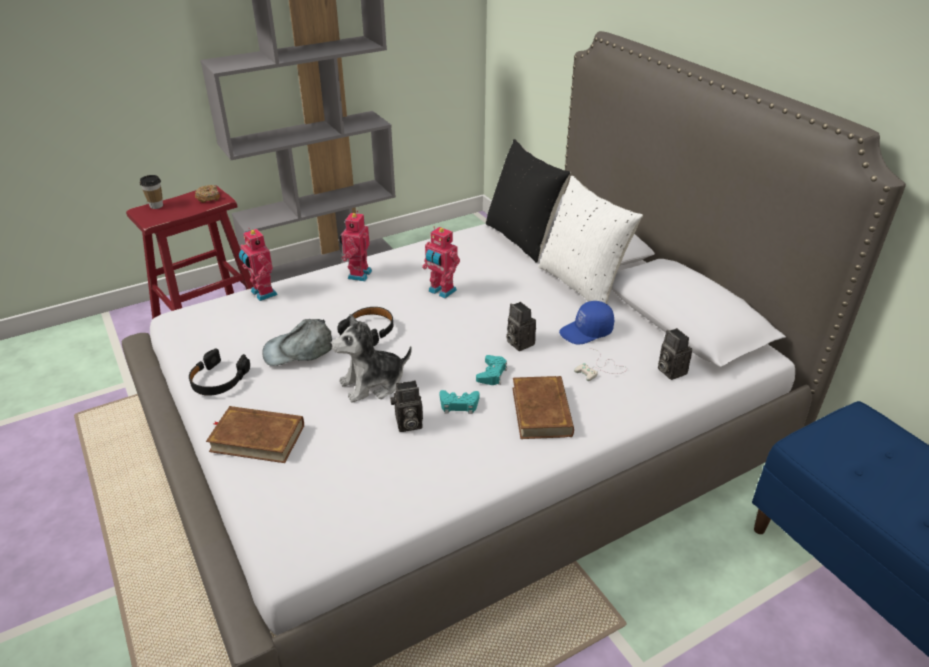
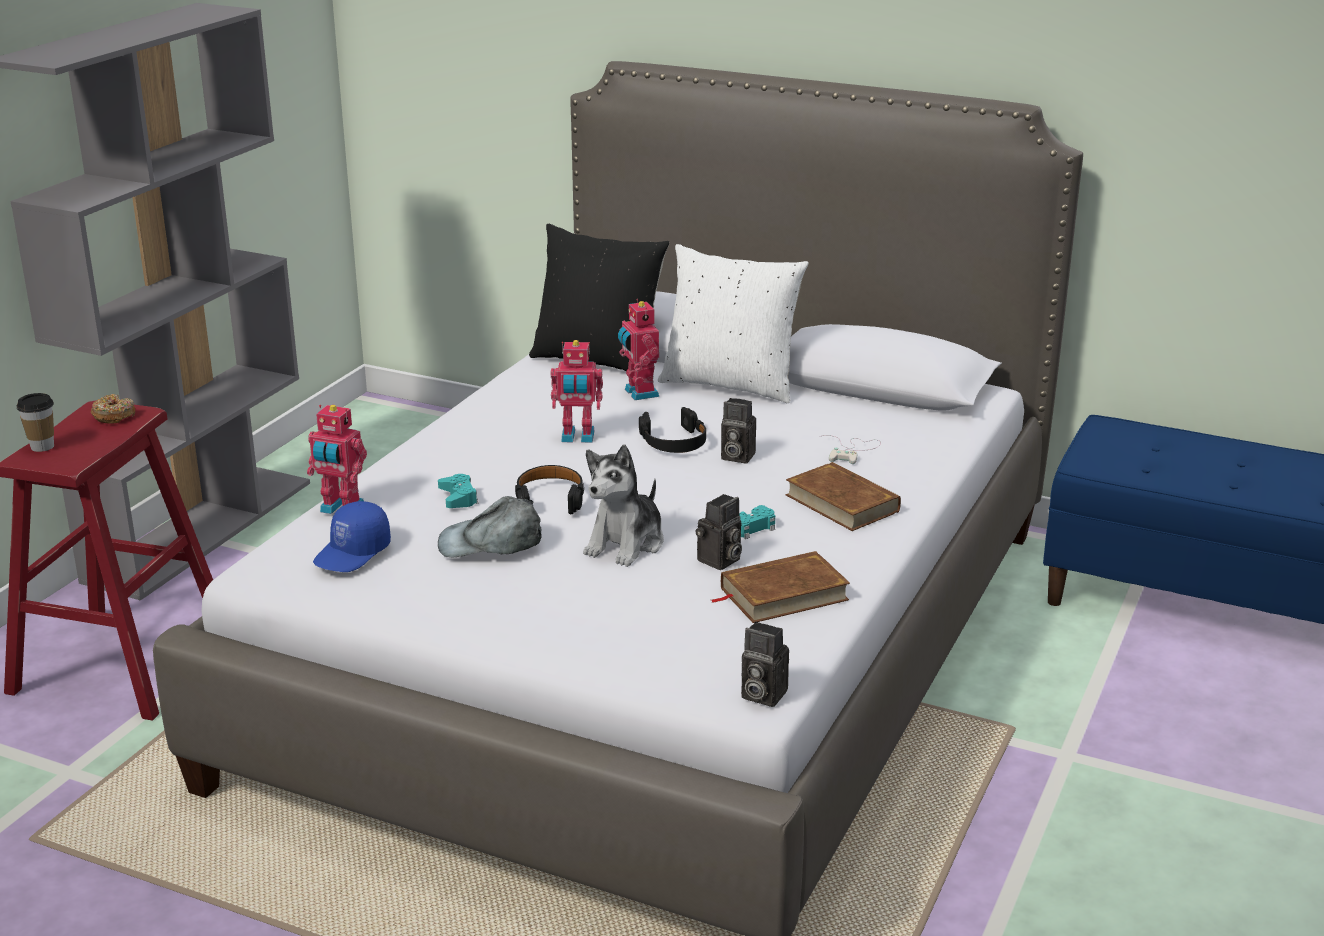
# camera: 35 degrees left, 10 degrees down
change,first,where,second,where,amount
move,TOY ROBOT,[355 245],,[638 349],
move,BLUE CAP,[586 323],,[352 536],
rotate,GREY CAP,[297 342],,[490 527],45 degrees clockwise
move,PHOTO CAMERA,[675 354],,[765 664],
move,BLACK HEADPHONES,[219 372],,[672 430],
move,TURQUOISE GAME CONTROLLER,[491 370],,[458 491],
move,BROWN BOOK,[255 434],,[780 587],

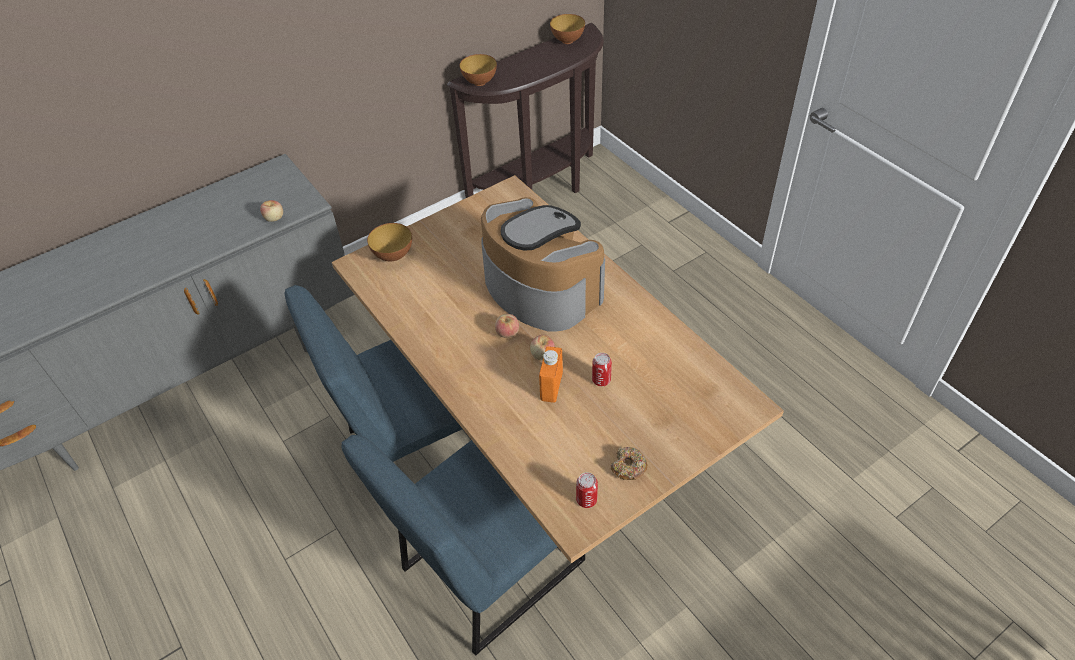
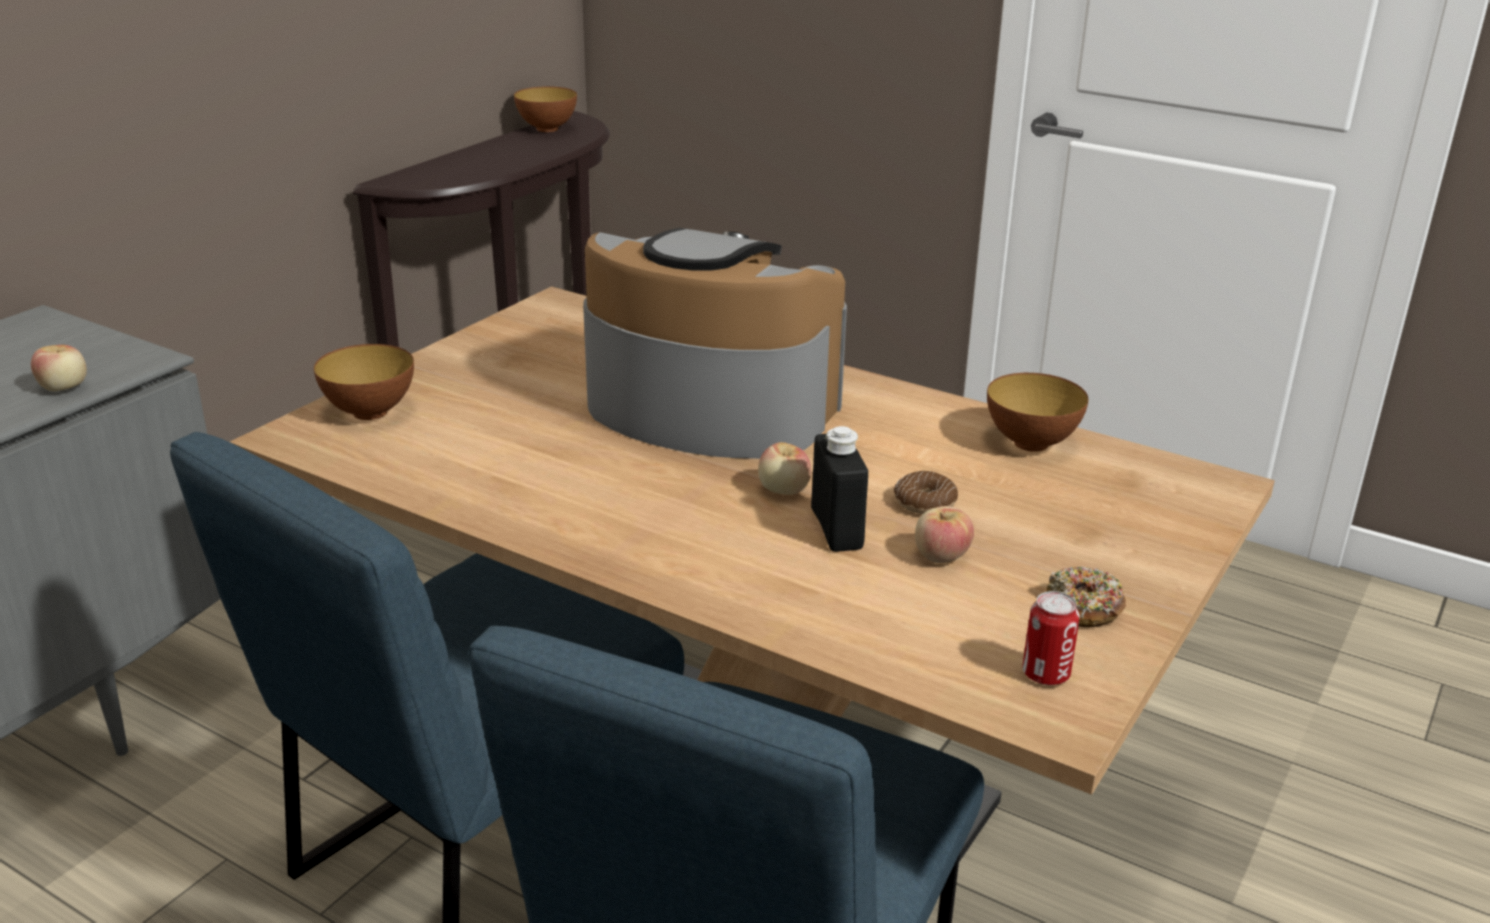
# camera: 25 degrees left, 20 degrees down
change,first,where,second,where,amount
move,BOWL,[478 70],,[1038 412],
move,APPLE,[507 326],,[944 534],
recolor,ORANGE BOTTLE,[551 374],BLACK BOTTLE,[839 489],
replace,CAN,[602 369],DONUT,[926 492],

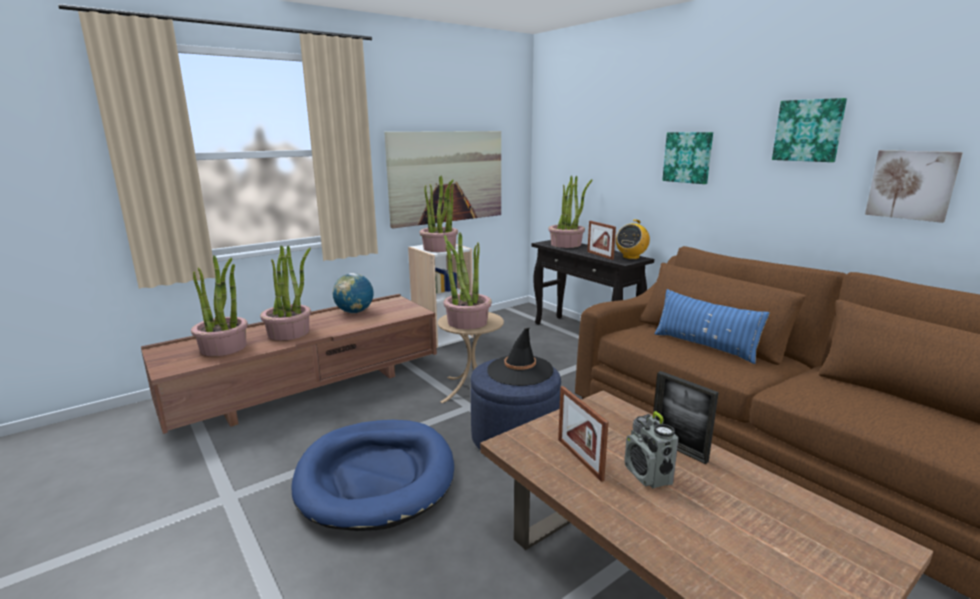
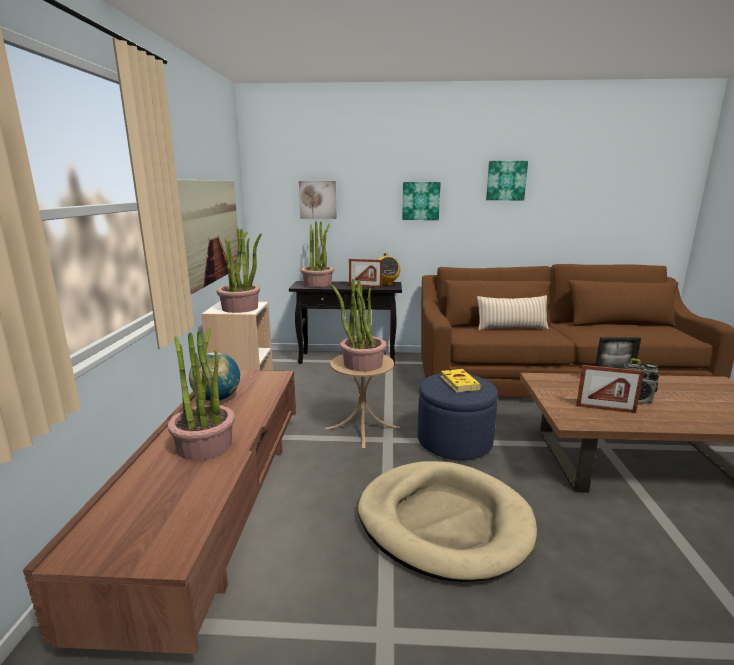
# camera: 50 degrees left, 0 degrees up
change,first,where,second,where,amount
move,PICTURE,[914 186],,[318 200],
delete,POTTED PLANT,[219 305],,,
recolor,BLUE PILLOW,[712 326],BEIGE PILLOW,[513 313],
replace,BLACK HAT,[520 357],YELLOW BOOK,[461 380],
recolor,BLUE DOG BED,[372 475],BEIGE DOG BED,[447 521],

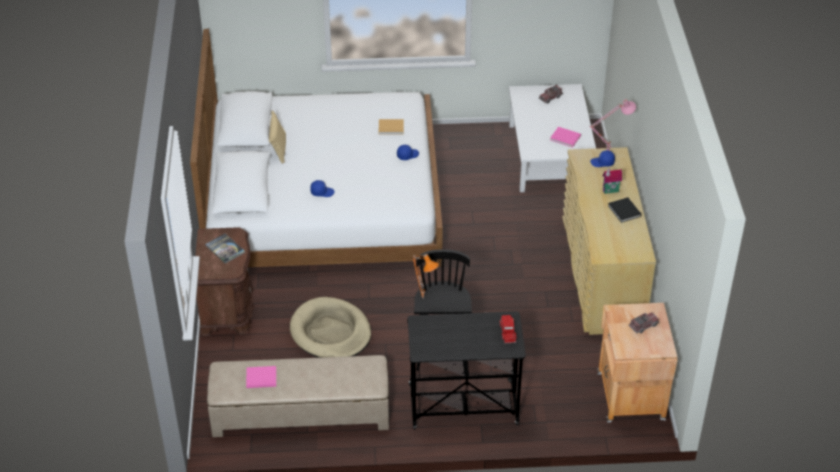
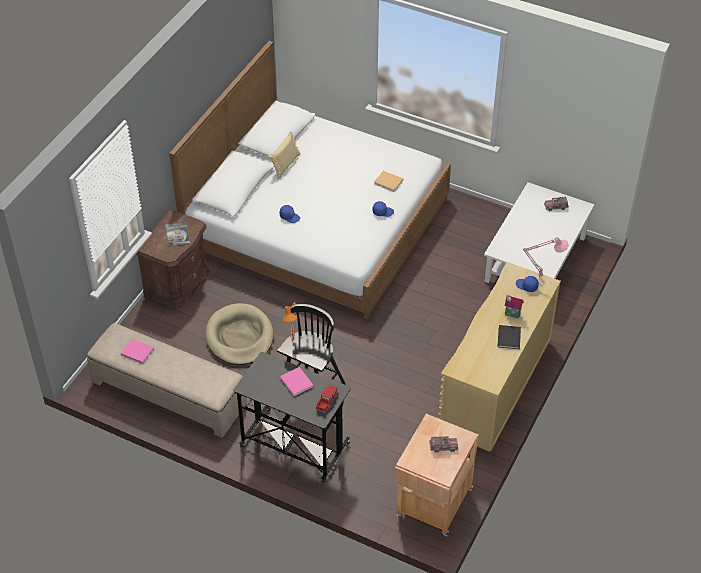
# camera: 30 degrees right, 5 degrees up
change,first,where,second,where,amount
move,PINK BOOK,[565 137],,[296 381],

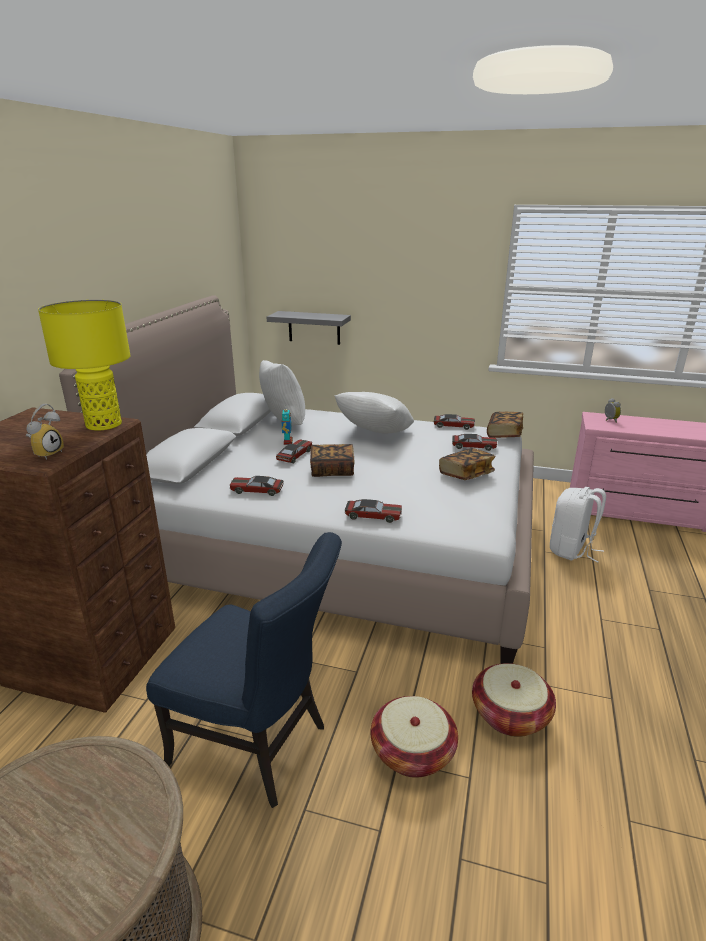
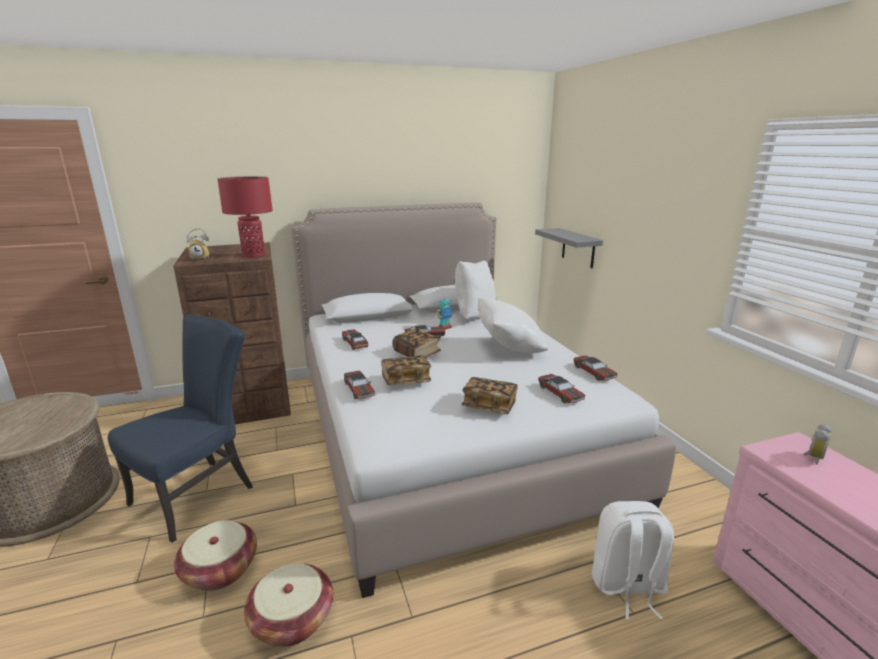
# camera: 55 degrees right, 5 degrees down
change,first,where,second,where,amount
recolor,YELLOW TABLE LAMP,[84 365],RED TABLE LAMP,[245 217],
move,BOOK,[505 425],,[406 370],
rotate,BLUE CHAIR,[244 670],,[180 428],135 degrees counterclockwise

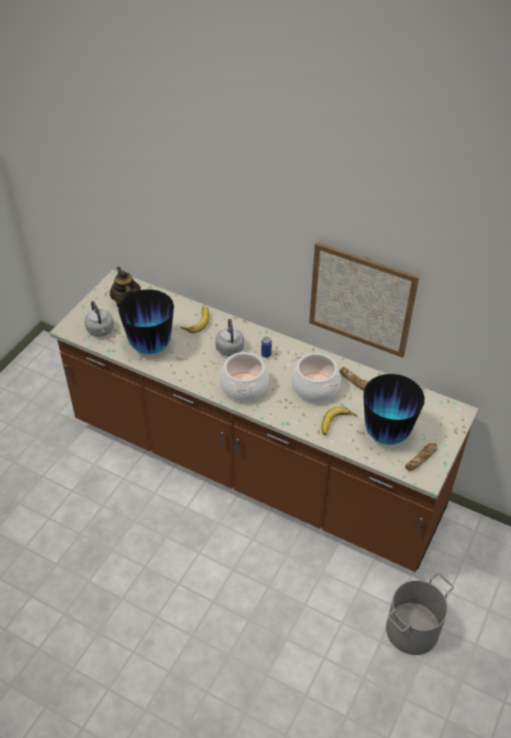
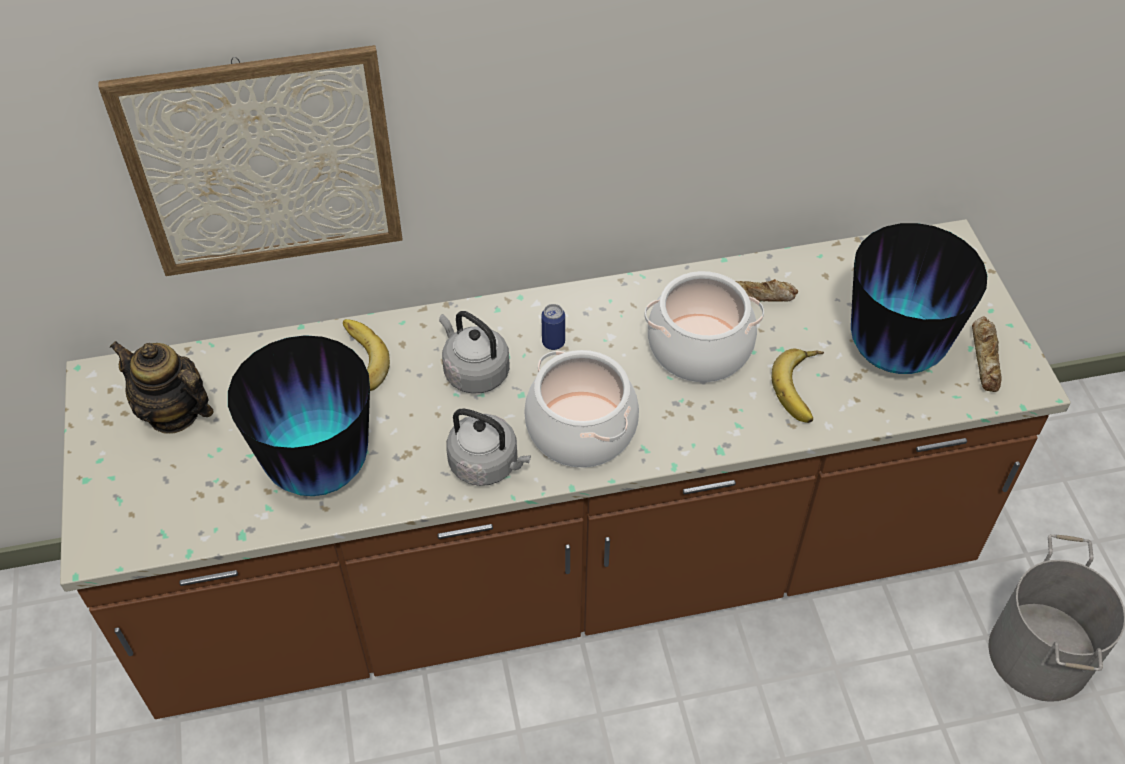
# camera: 40 degrees left, 5 degrees up
change,first,where,second,where,amount
move,PICTURE,[364 300],,[250 160],
move,GREY KETTLE,[99 318],,[488 447],

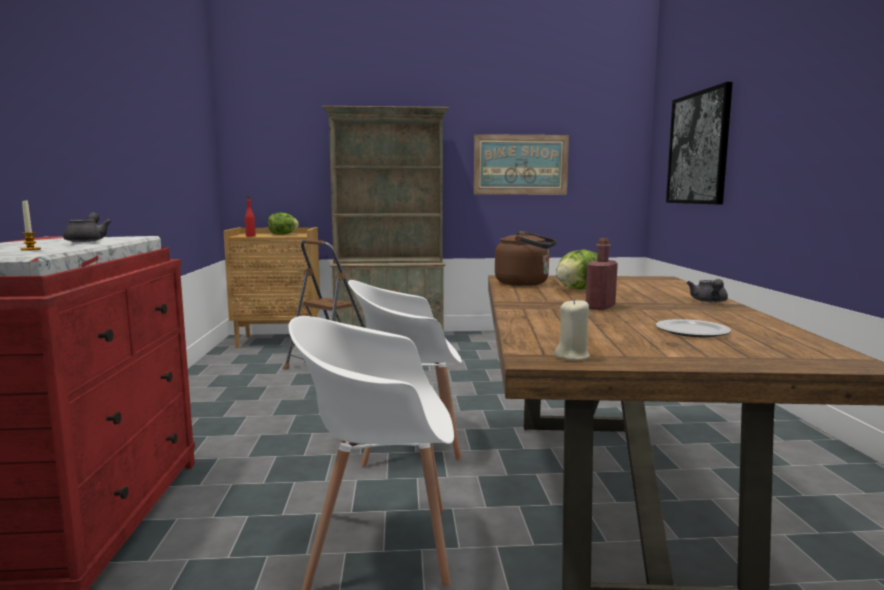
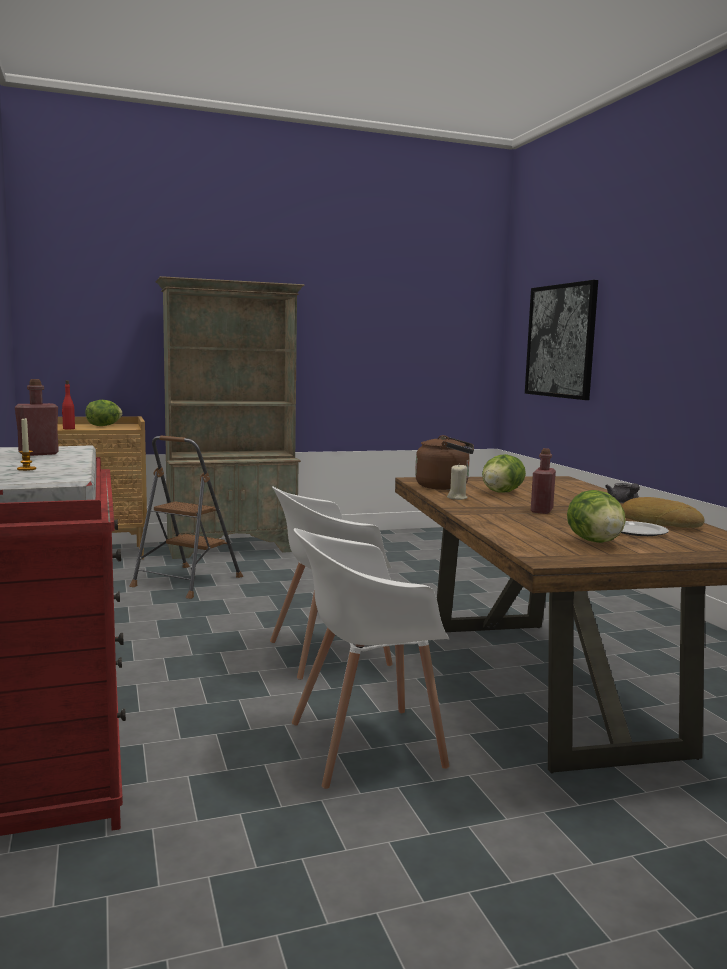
# camera: 15 degrees left, 0 degrees up
change,first,where,second,where,amount
delete,PICTURE,[521 164],,,
replace,GREY TEAPOT,[87 227],RED BOTTLE,[37 417],
move,BEIGE CANDLE,[572 329],,[457 482],
insert,,,LETTUCE,[596 516],
insert,,,BREAD,[662 512],

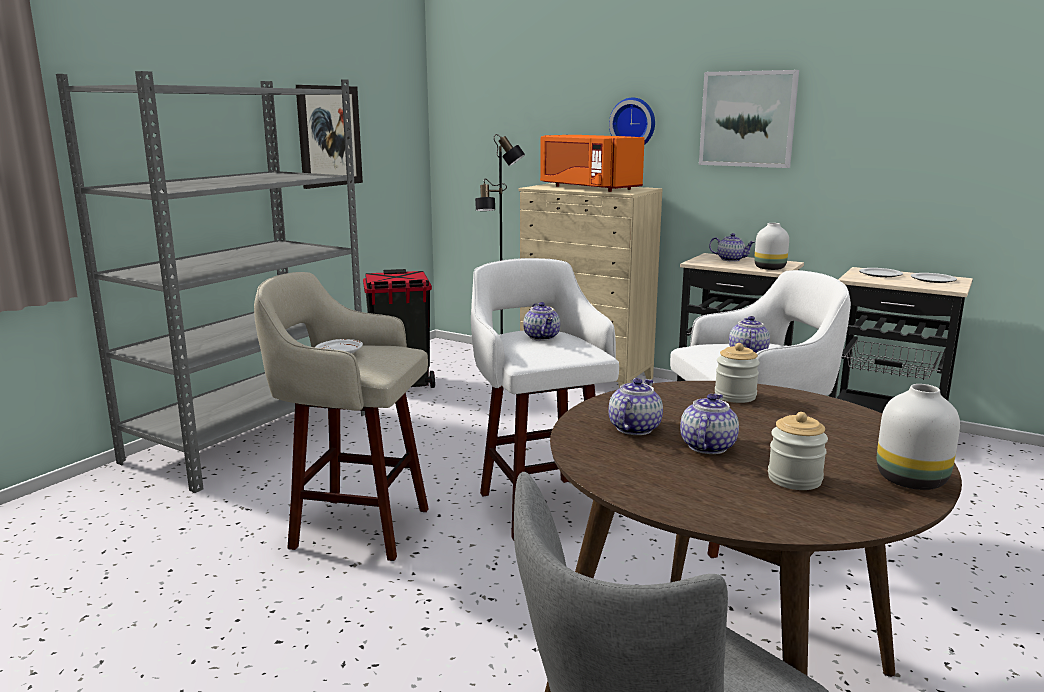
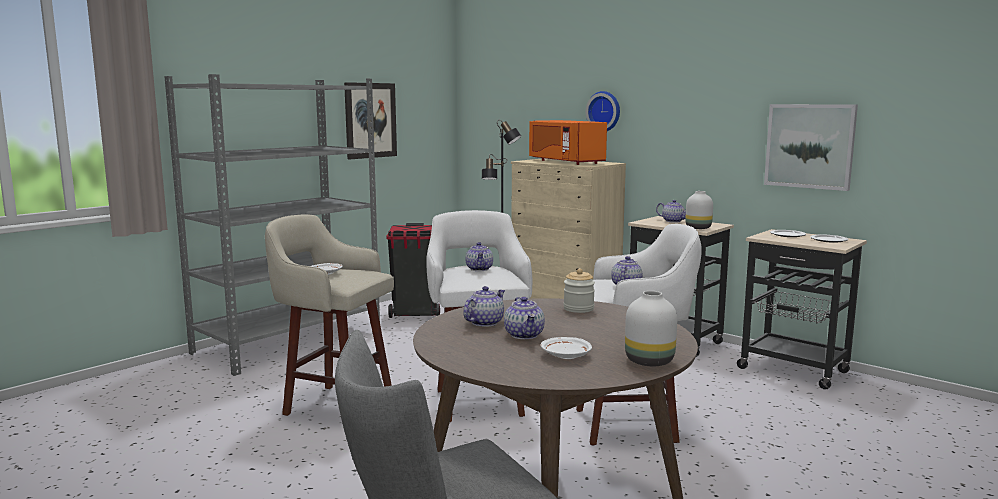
# camera: 10 degrees right, 5 degrees down
change,first,where,second,where,amount
move,PICTURE,[749 119],,[811 147],
rotate,TEAPOT,[709 424],,[524 318],135 degrees clockwise
replace,JAR,[798 451],WHITE PLATE,[566 348],

